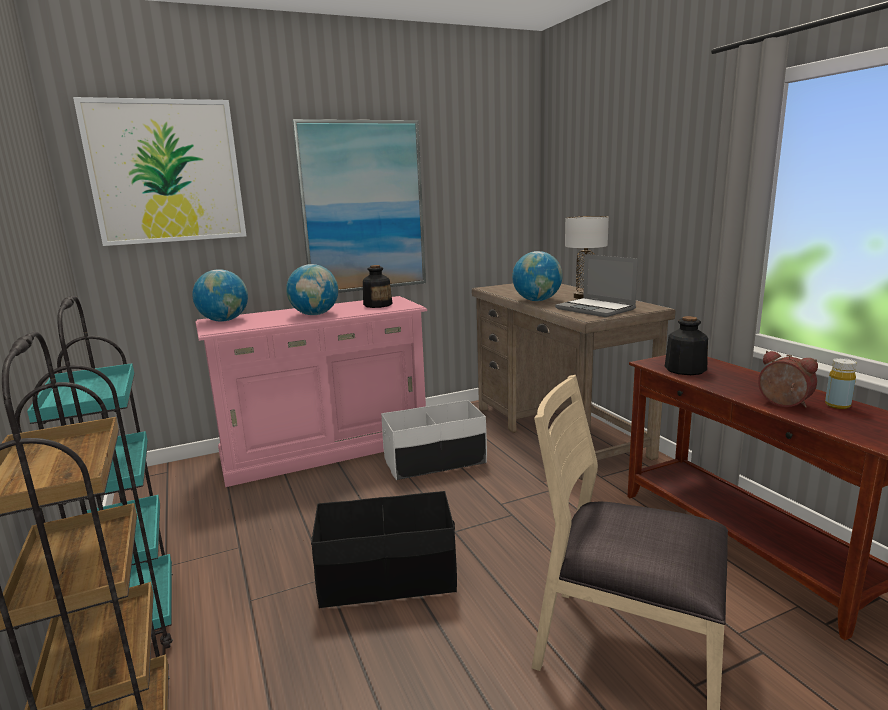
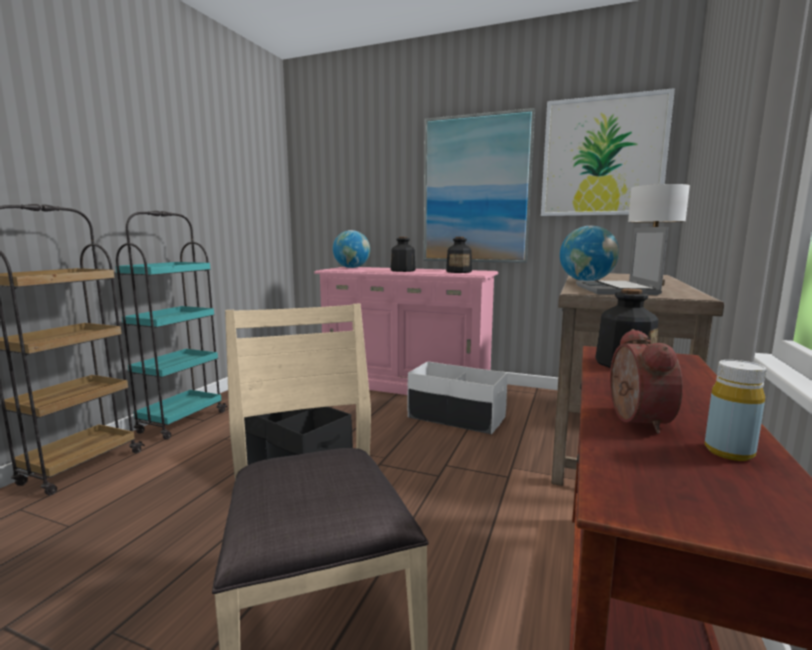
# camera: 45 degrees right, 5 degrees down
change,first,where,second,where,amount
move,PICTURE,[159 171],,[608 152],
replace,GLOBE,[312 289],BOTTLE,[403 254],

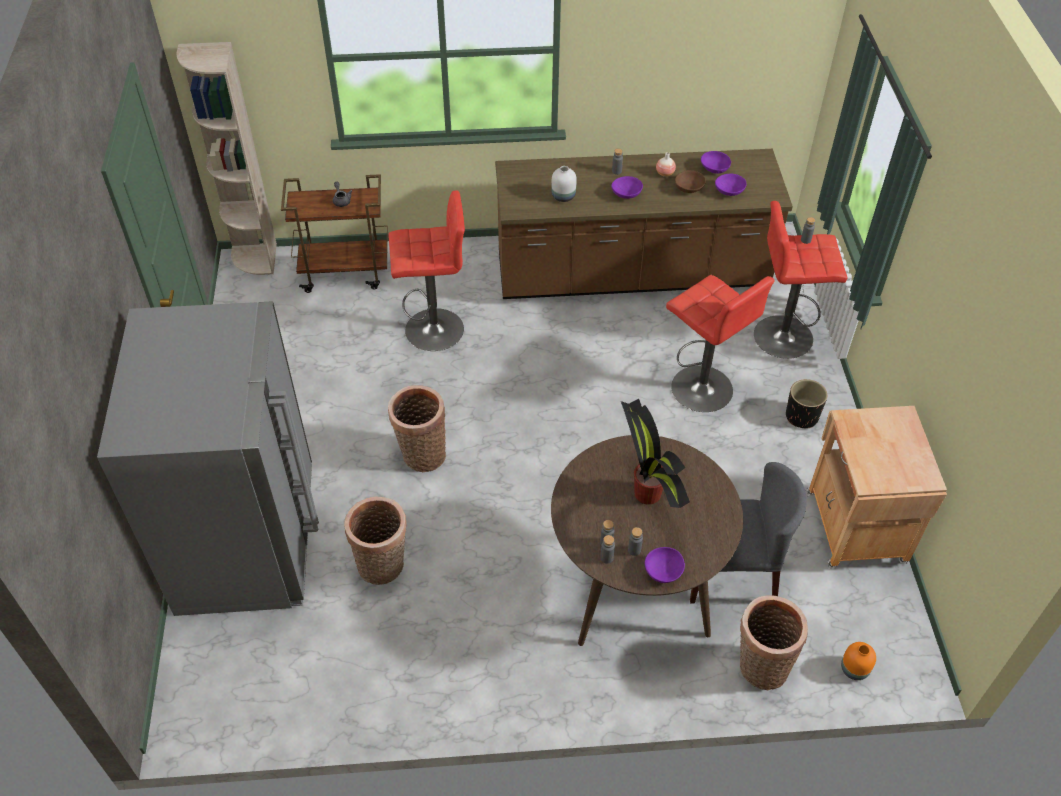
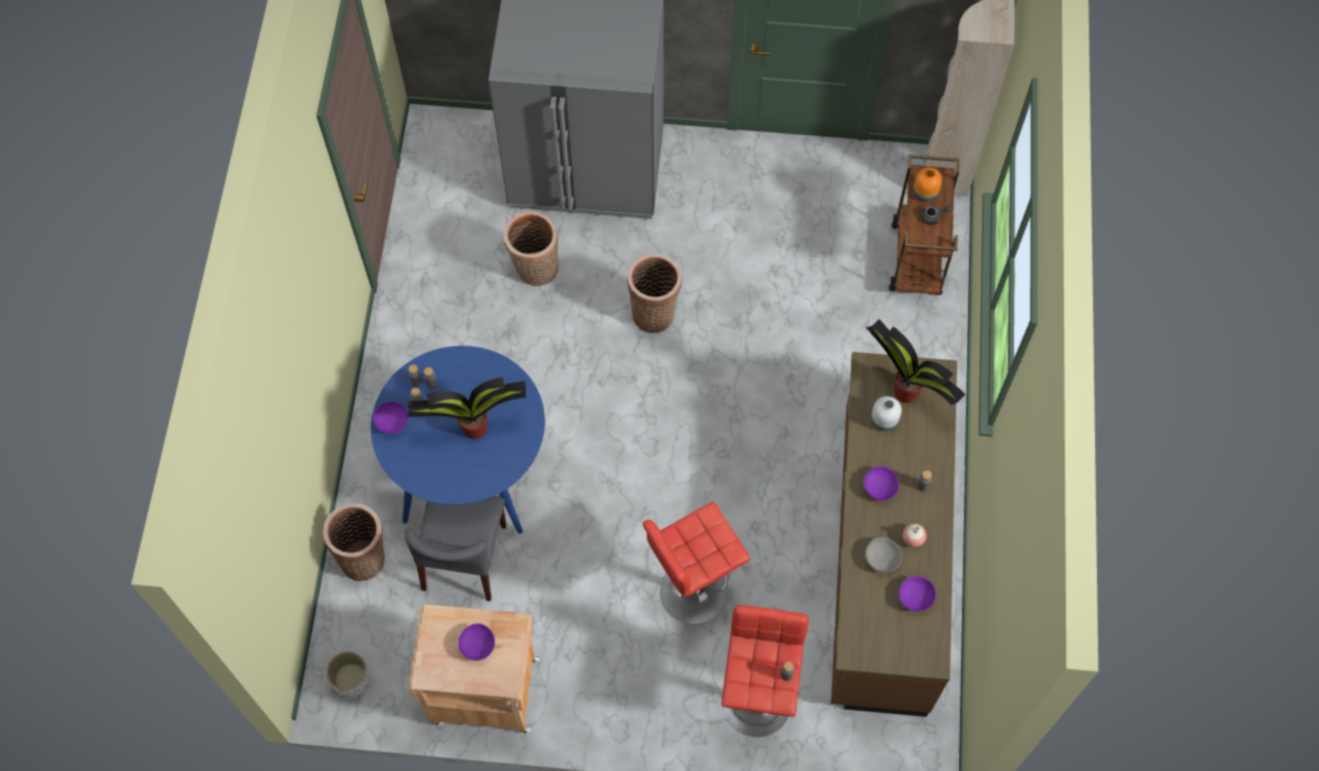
# camera: 100 degrees right, 15 degrees up
change,first,where,second,where,amount
recolor,BROWN BOWL,[690 181],GREY BOWL,[884 554],
move,PURPLE BOWL,[731 185],,[476 642],
delete,RED STOOL,[426 270],,,
delete,BLACK PLANTER,[806 403],,,
recolor,BROWN DINING TABLE,[647 540],BLUE DINING TABLE,[458 440],
move,ORANGE VASE,[858 661],,[927 184],
insert,,,POTTED PLANT,[915 362],
insert,,,WHITE PLANTER,[348 675],

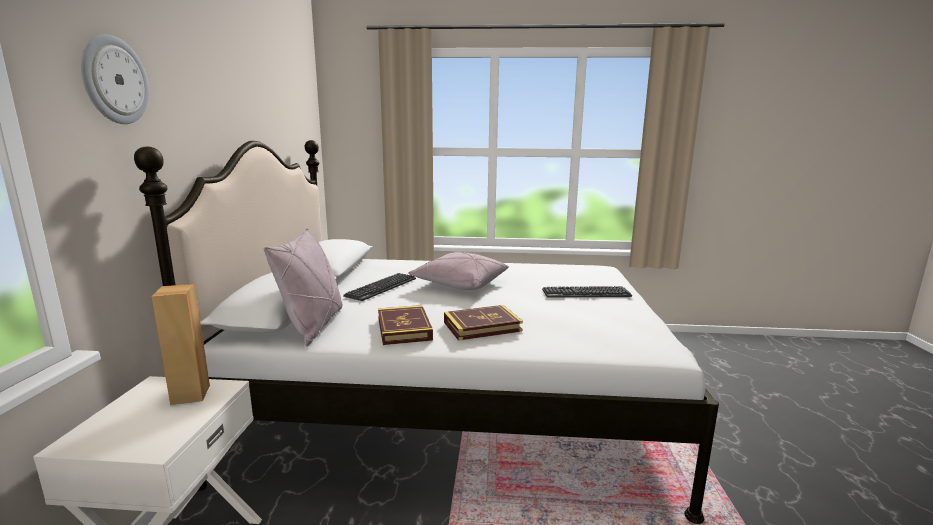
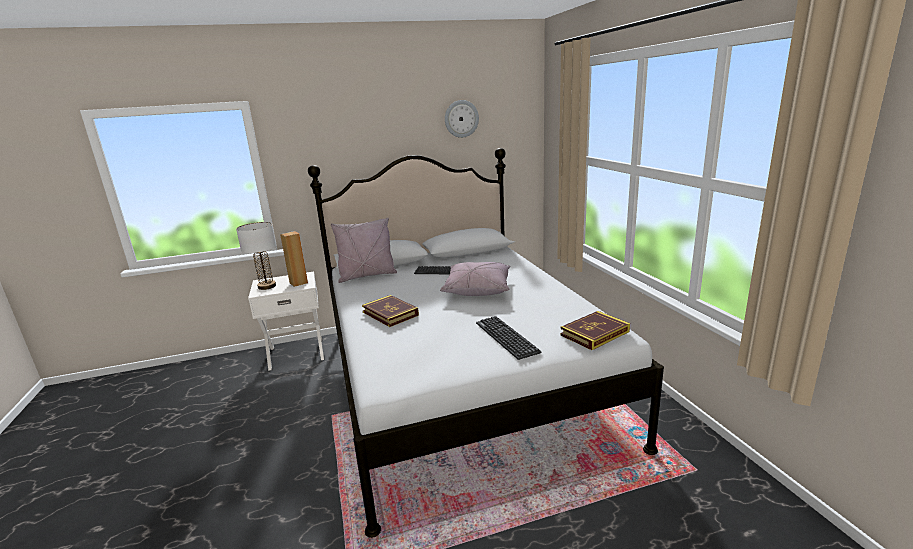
# camera: 70 degrees right, 5 degrees up
change,first,where,second,where,amount
move,WALL CLOCK,[115 79],,[462 119],
move,BOOK,[405 325],,[595 330],
insert,,,TABLE LAMP,[256 256],

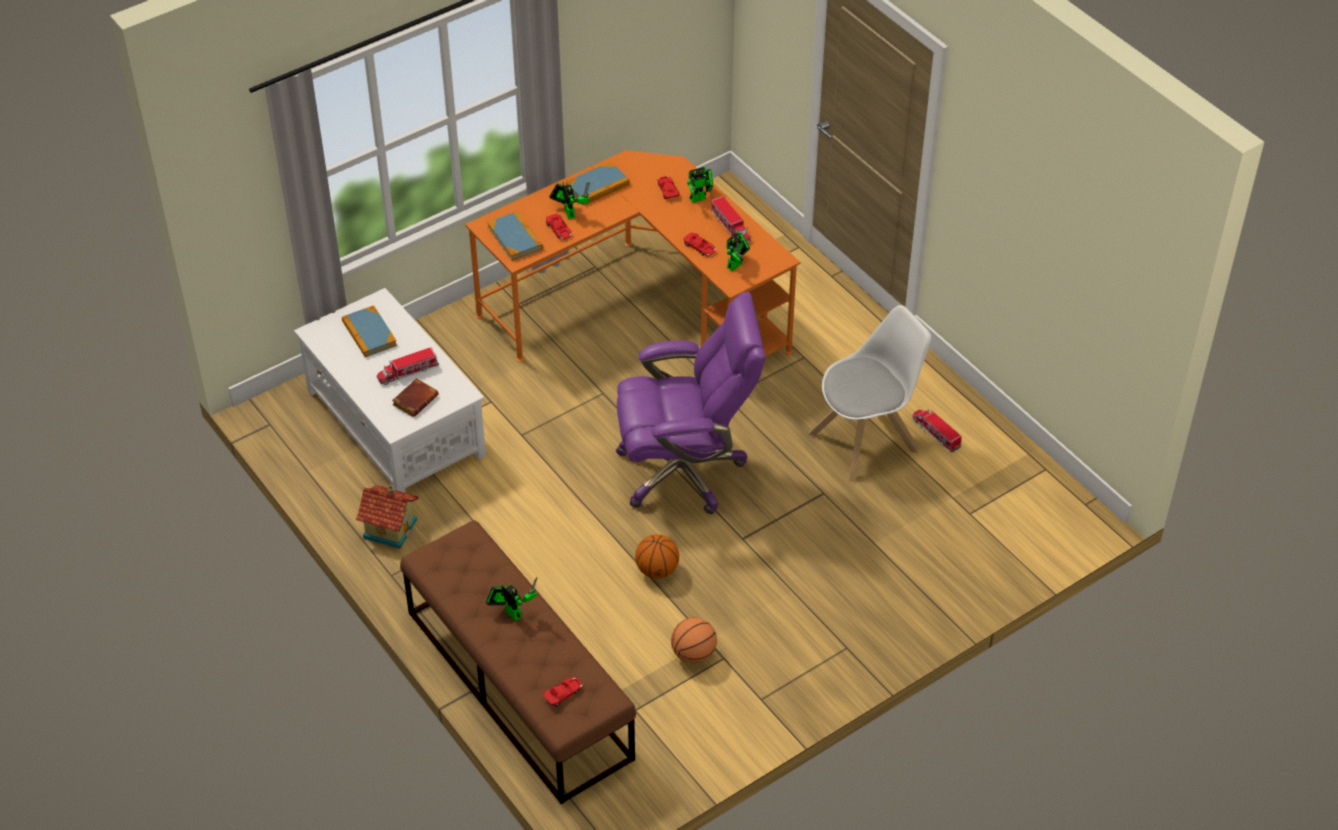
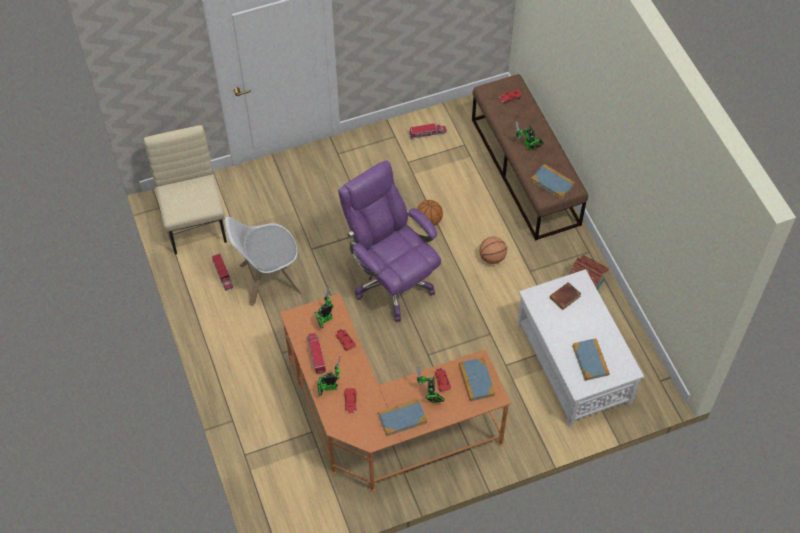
# camera: 165 degrees left, 10 degrees up
change,first,where,second,where,amount
rotate,PURPLE OFFICE CHAIR,[690 403],,[389 241],45 degrees clockwise
move,TOY TRUCK,[408 366],,[428 131],
move,BASKETBALL,[694 640],,[493 250],
insert,,,BEIGE CHAIR,[185 189],
insert,,,BOOK,[553 182],

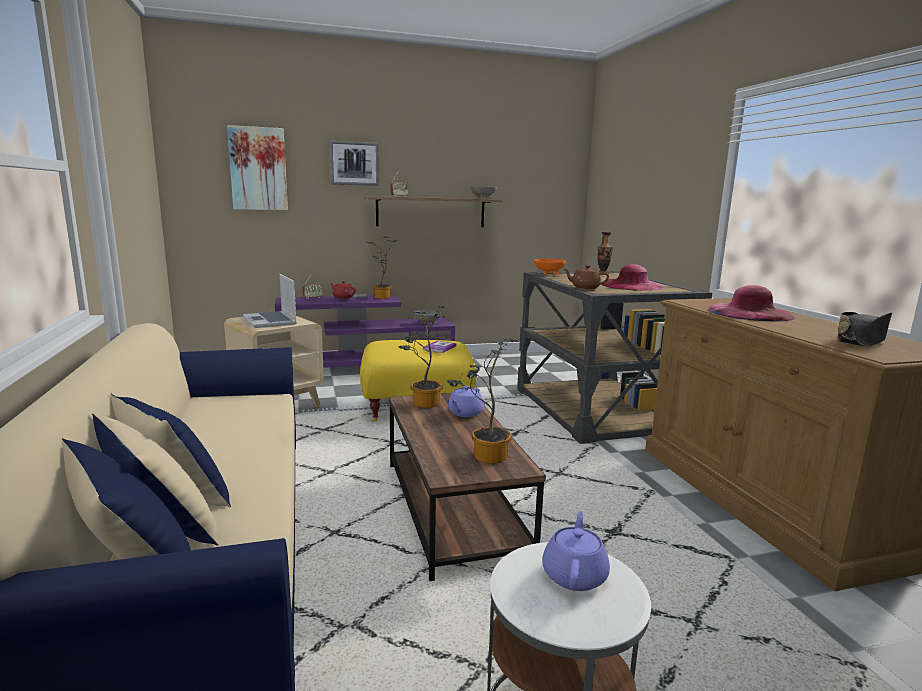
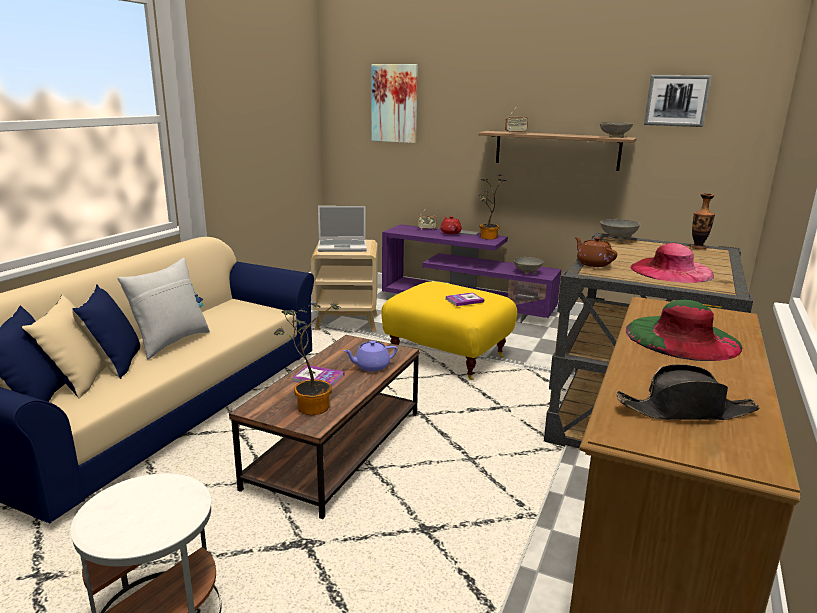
# camera: 40 degrees right, 5 degrees up
change,first,where,second,where,amount
move,PICTURE,[354 163],,[678 101],
recolor,ORANGE BOWL,[550 267],GREY BOWL,[620 230],
rotate,LAPTOP,[270 301],,[342 229],105 degrees counterclockwise
recolor,PINK HAT,[751 303],GREEN HAT,[684 330],
delete,POTTED PLANT,[421 357],,,
delete,PURPLE TEAPOT,[576 551],,,
insert,,,GREY PILLOW,[163 308],
insert,,,BOOK,[318 376],

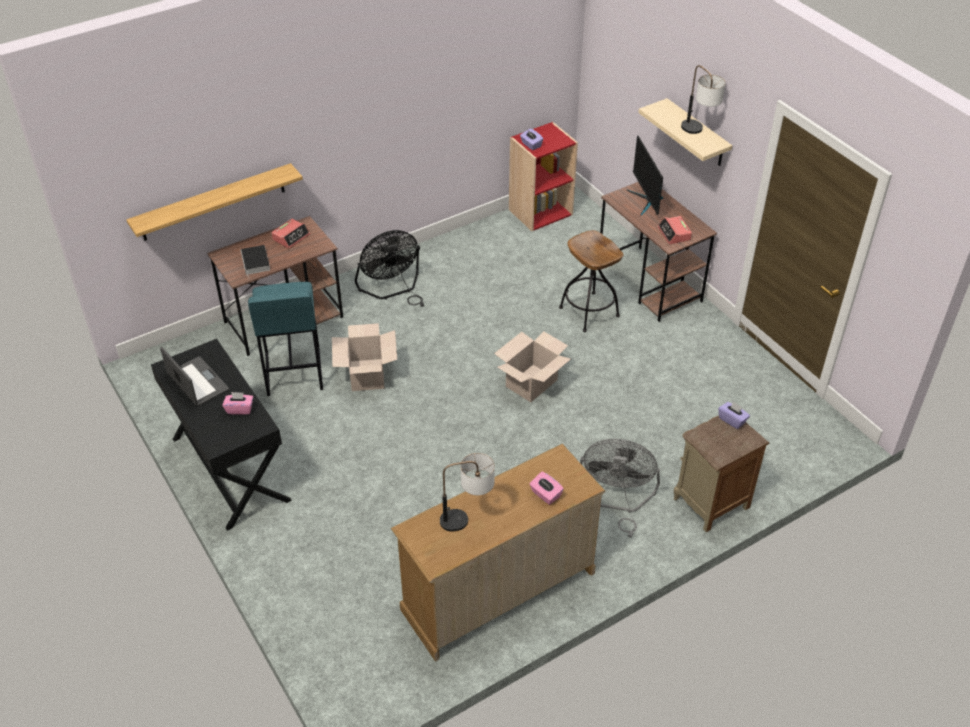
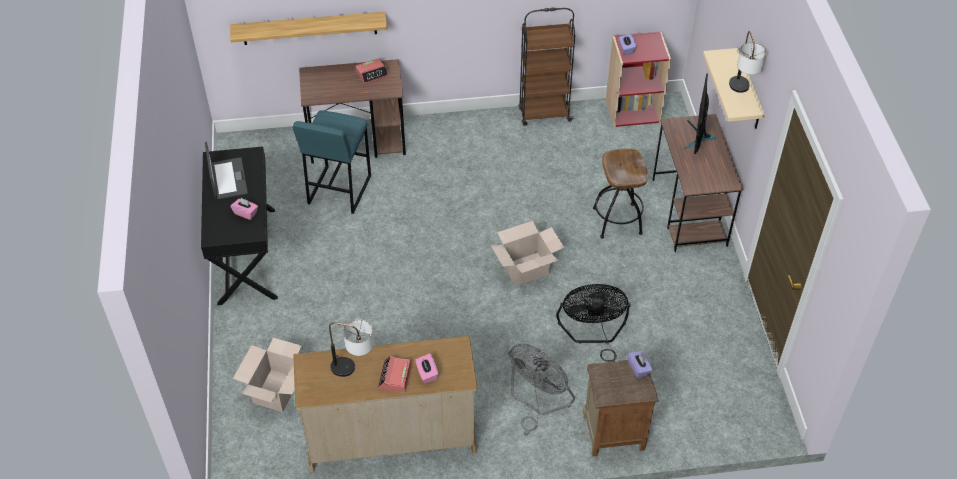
# camera: 25 degrees right, 5 degrees up
change,first,where,second,where,amount
move,ALARM CLOCK,[675 230],,[394 374],
move,BLACK FAN,[389 268],,[593 323],
delete,BOOK,[255 262],,,
move,CARDBOARD BOX,[364 357],,[267 375],
insert,,,BROWN CART,[546 67],

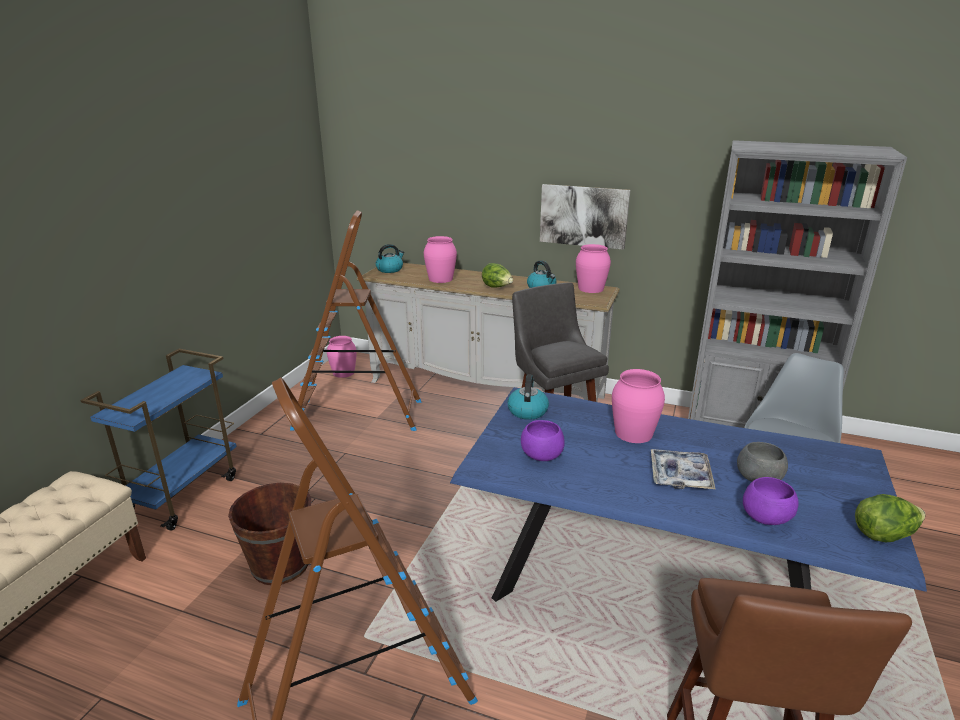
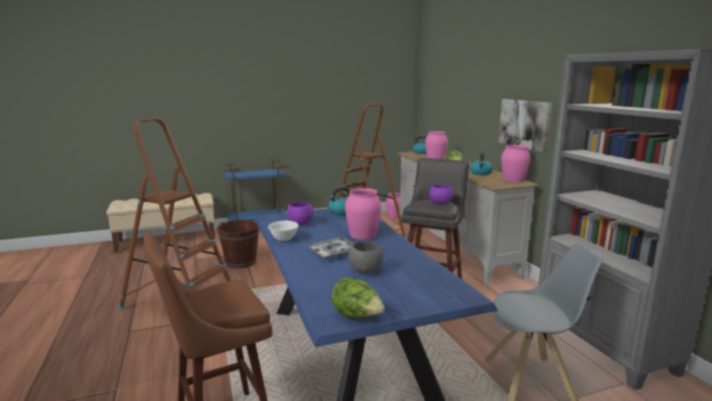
# camera: 50 degrees right, 10 degrees down
change,first,where,second,where,amount
move,PURPLE BOWL,[771 501],,[441 194],
insert,,,WHITE BOWL,[283 231],

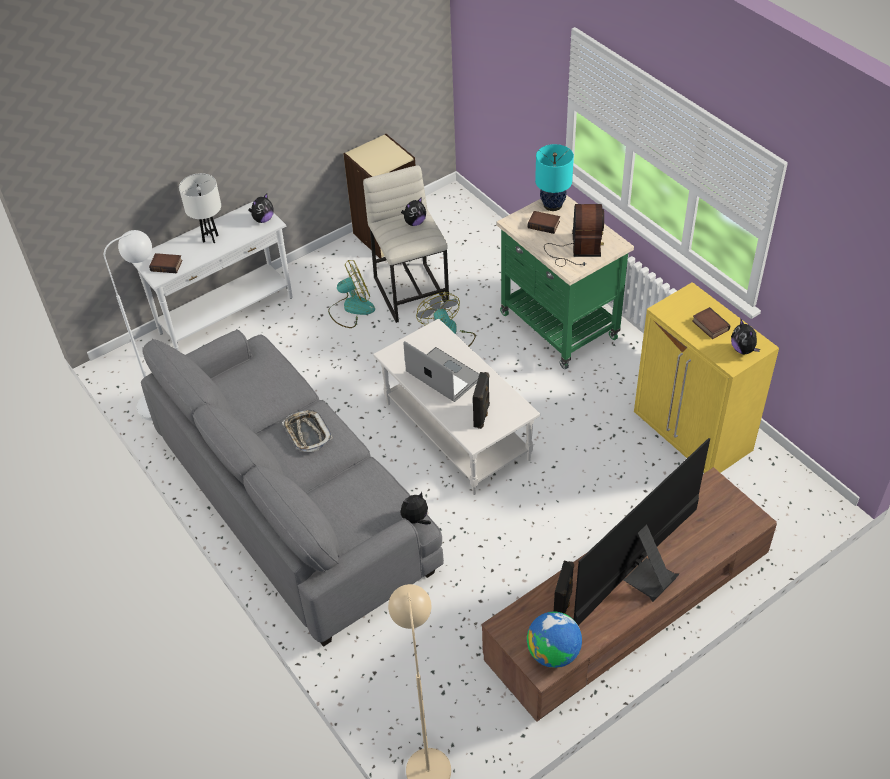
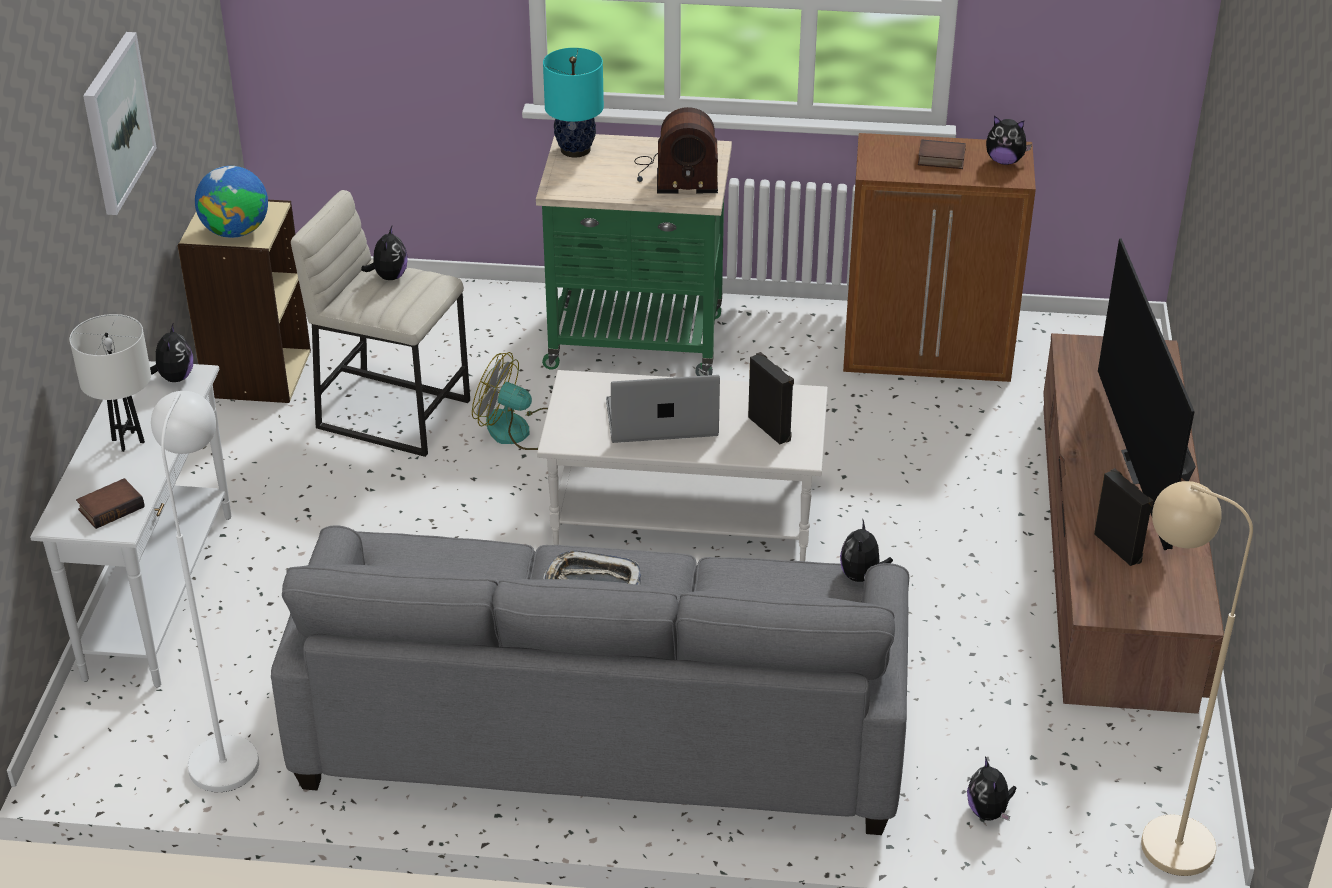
# camera: 50 degrees left, 10 degrees down
change,first,where,second,where,amount
rotate,RADIO,[574 235],,[676 150],135 degrees clockwise
delete,BOOK,[543 222],,,
delete,FAN,[351 294],,,
recolor,YELLOW CABINET,[706 377],BROWN CABINET,[939 257],
move,GLOBE,[554 640],,[231 202],
insert,,,PICTURE,[120 123],
insert,,,PLUSH TOY,[991 789],

